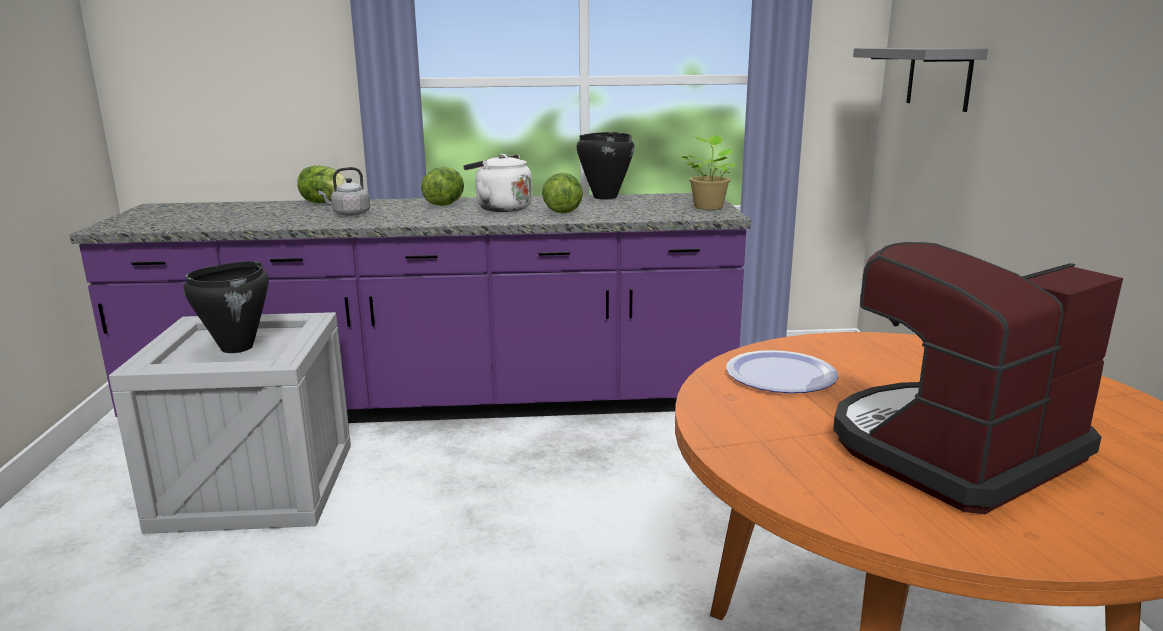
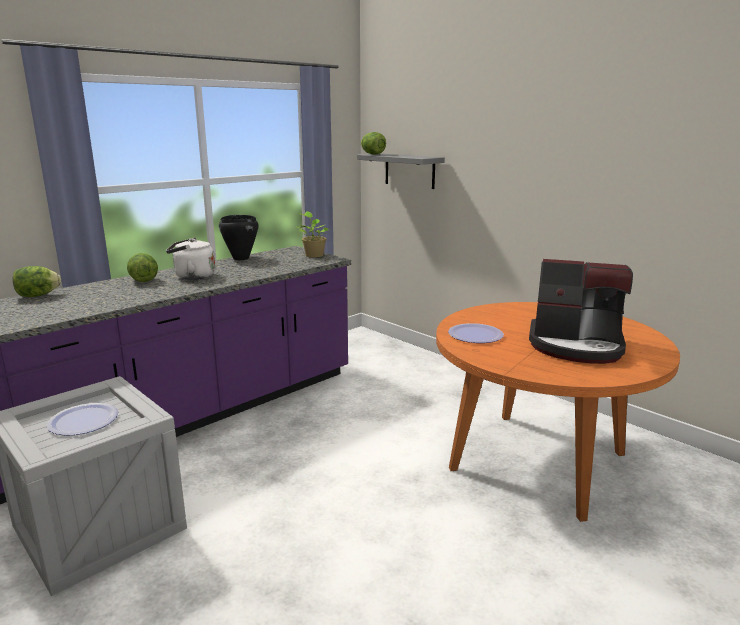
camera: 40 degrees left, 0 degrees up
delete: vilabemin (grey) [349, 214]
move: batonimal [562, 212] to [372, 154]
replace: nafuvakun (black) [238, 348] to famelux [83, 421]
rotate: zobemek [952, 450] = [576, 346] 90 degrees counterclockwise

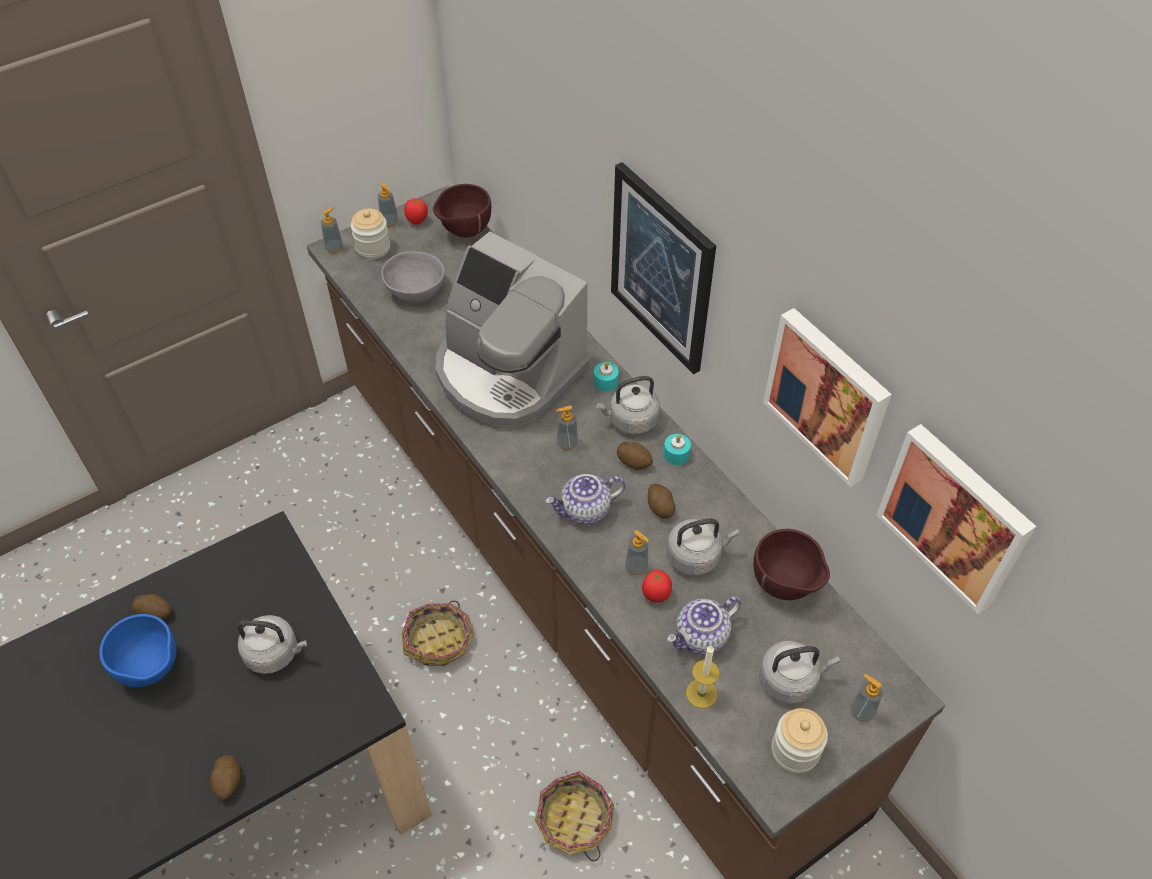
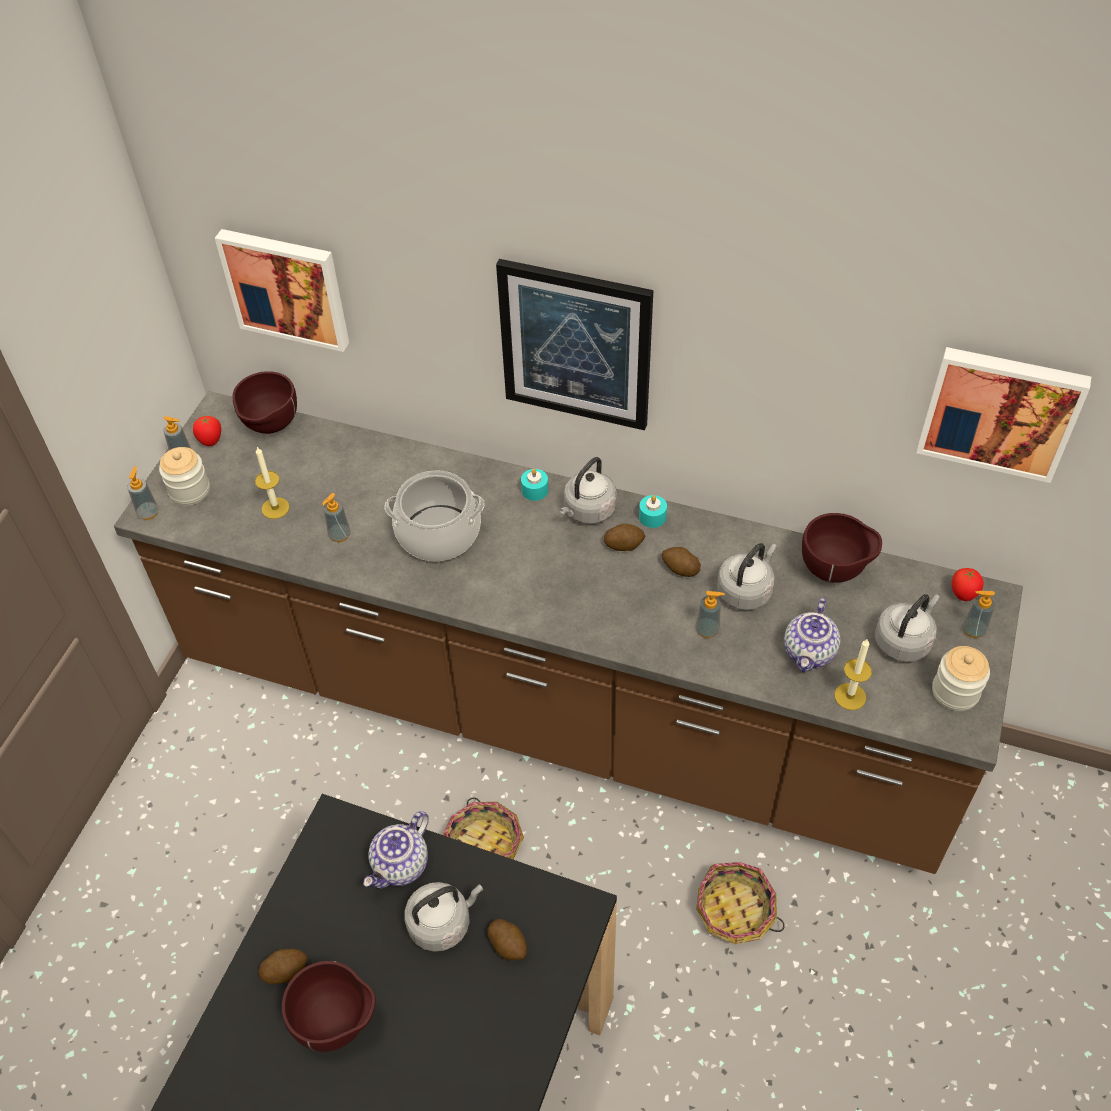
camera: 35 degrees left, 0 degrees up
move: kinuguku [828, 395] to [287, 287]; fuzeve [567, 443] to [339, 535]; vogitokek [585, 511] to [401, 865]; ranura [656, 595] to [963, 595]; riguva [228, 782] to [508, 945]
replace: zobemek [507, 373] to nafuvakun [438, 533]; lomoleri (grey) [415, 291] to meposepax [275, 508]
recolor: lomoleri (blue) [153, 671] to lomoleri (brown) [337, 1023]

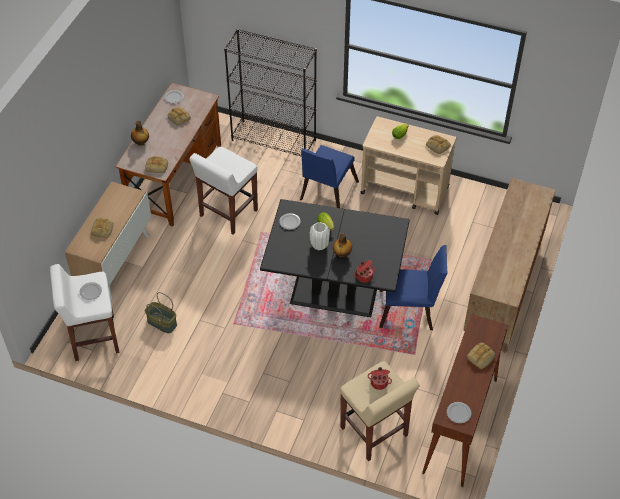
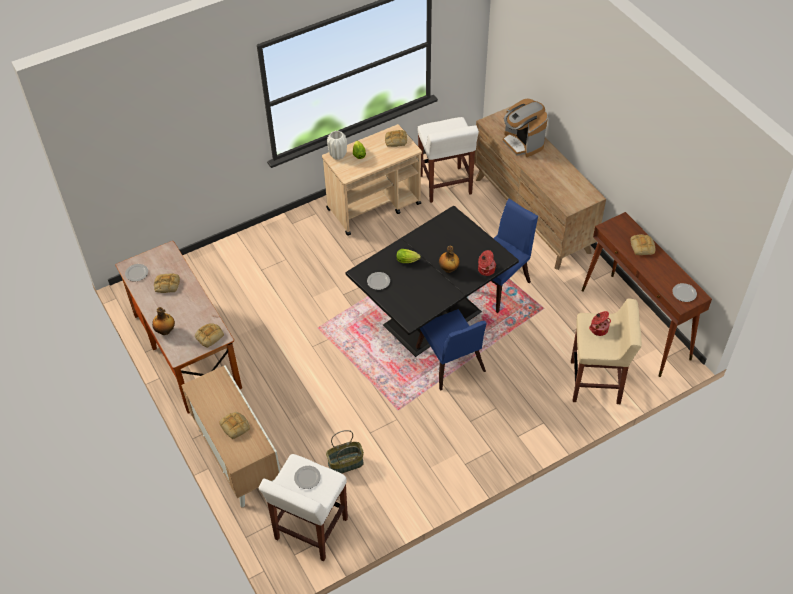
camera: 50 degrees left, 0 degrees up
delete: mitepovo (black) [274, 140]
insert: zobemek [523, 143]
move: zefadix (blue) [326, 193] to [451, 364]; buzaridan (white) [228, 213] to [445, 185]; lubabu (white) [319, 245] to [337, 155]

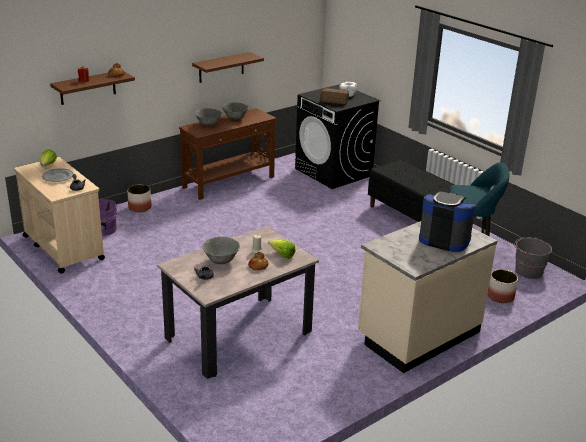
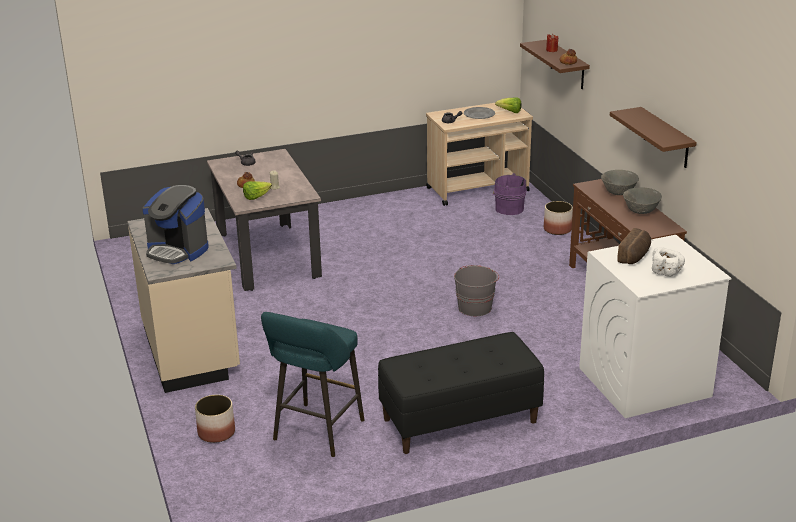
camera: 110 degrees right, 0 degrees up
delete: lomoleri (grey) [221, 260]
move: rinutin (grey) [528, 271] to [475, 307]
recolor: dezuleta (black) [334, 172] to dezuleta (white) [643, 382]
rotate: zobemek [444, 239] = [177, 250] 75 degrees clockwise

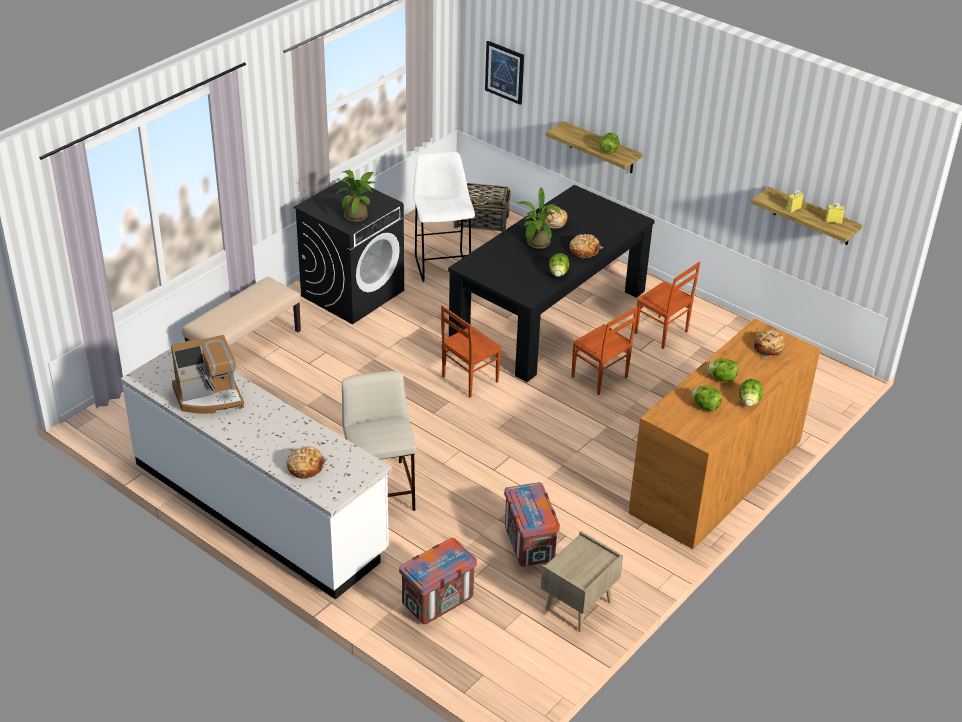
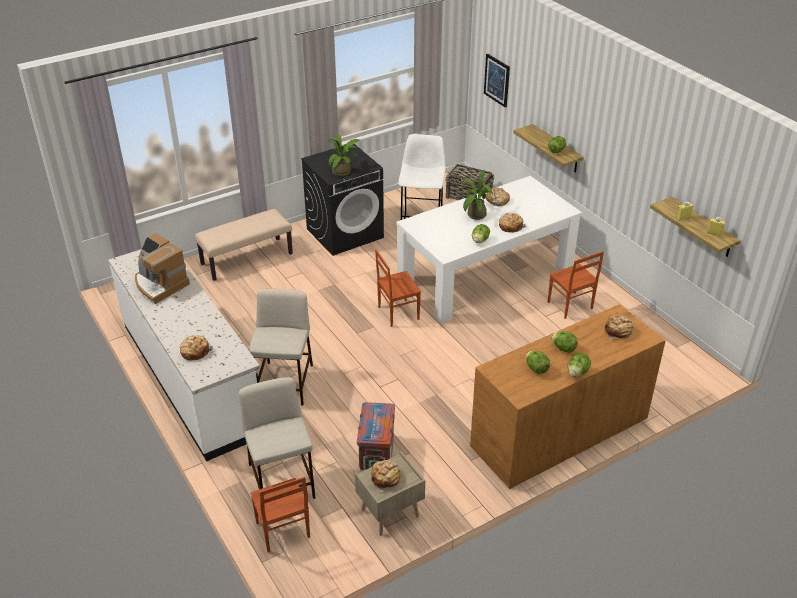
camera: 20 degrees right, 0 degrees up
insert: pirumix [386, 478]
move: zefadix (brown) [599, 378] to [282, 531]
replace: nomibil [438, 601] to buzaridan (beige) [282, 481]
recolor: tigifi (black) [549, 315] to tigifi (white) [485, 275]
rotate: zobemek [209, 396] = [160, 284] 45 degrees clockwise

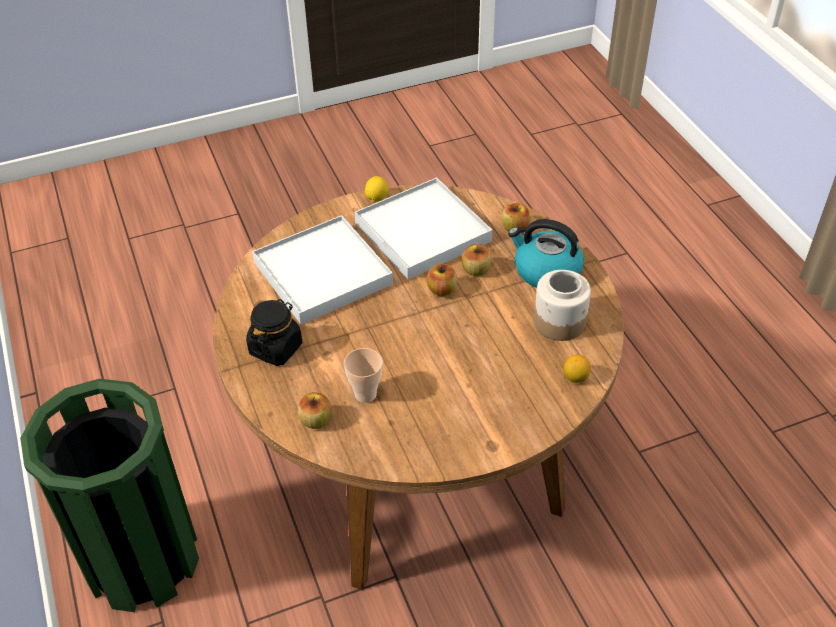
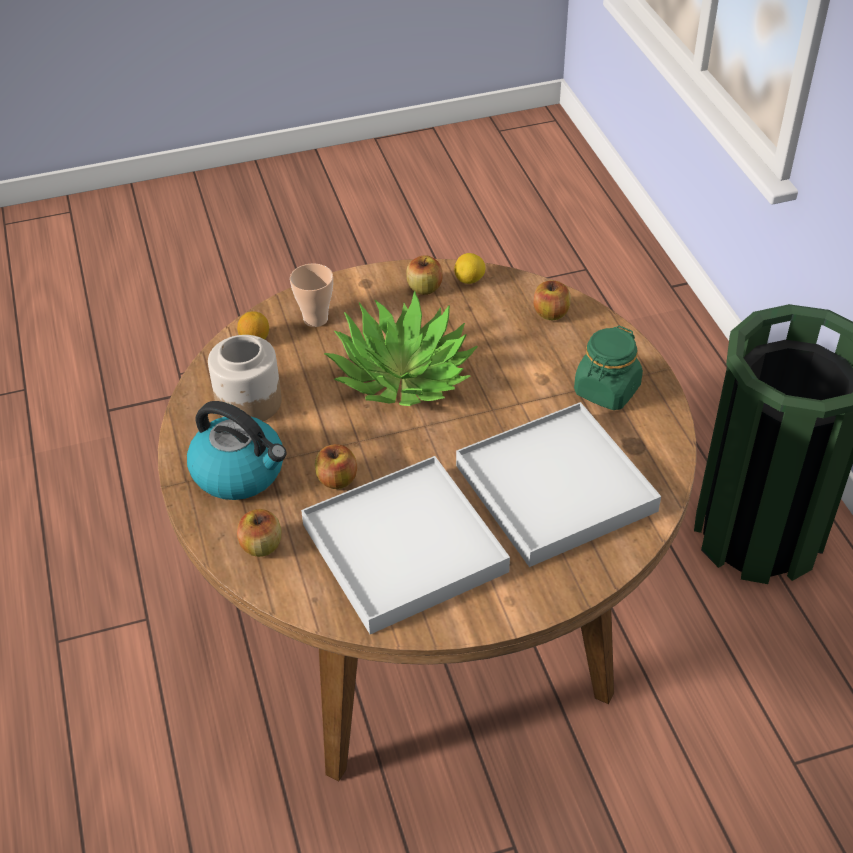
camera: 175 degrees left, 0 degrees up
insert: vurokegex [403, 375]
move: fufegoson [376, 198] to [470, 280]; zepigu [442, 290] to [424, 288]; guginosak [365, 394] to [315, 319]
recolor: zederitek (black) [276, 348] to zederitek (green) [606, 390]

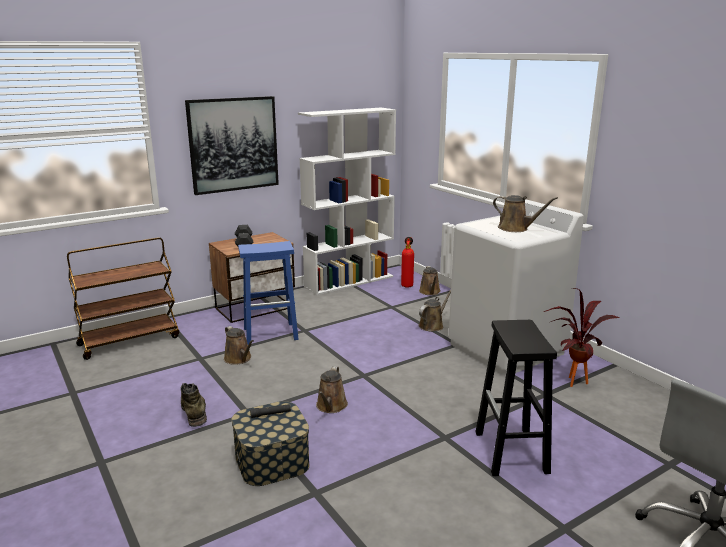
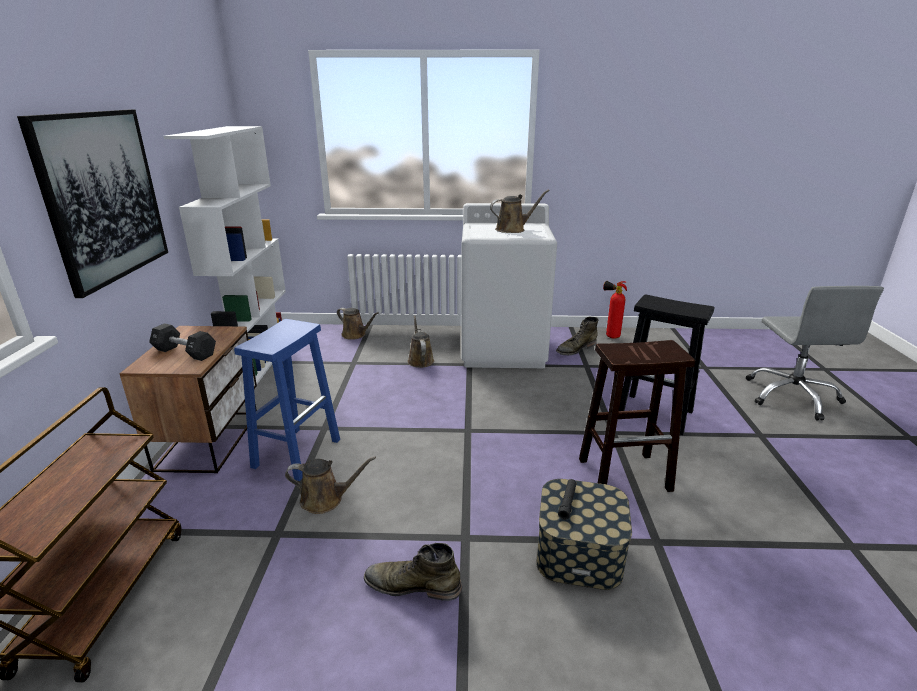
camera: 55 degrees left, 5 degrees up
delete: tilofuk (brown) [331, 406]
insert: buzaridan (brown) [625, 474]
move: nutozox [407, 285] to [609, 336]
replace: vurokegex [571, 379] to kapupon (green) [575, 348]

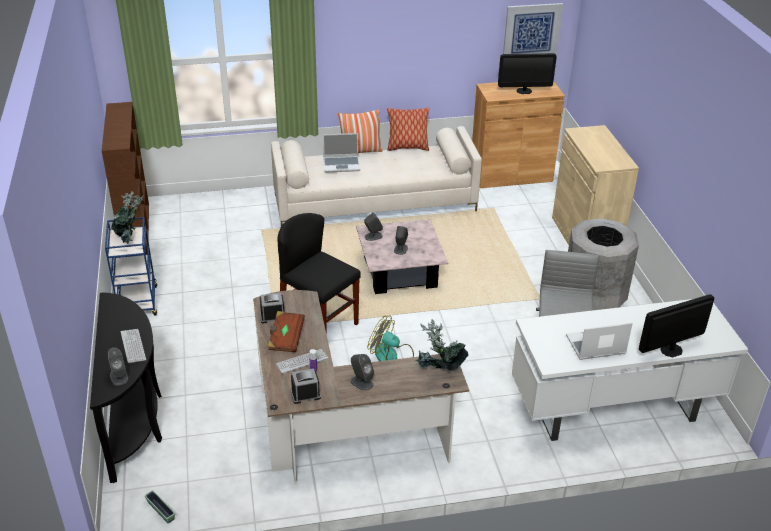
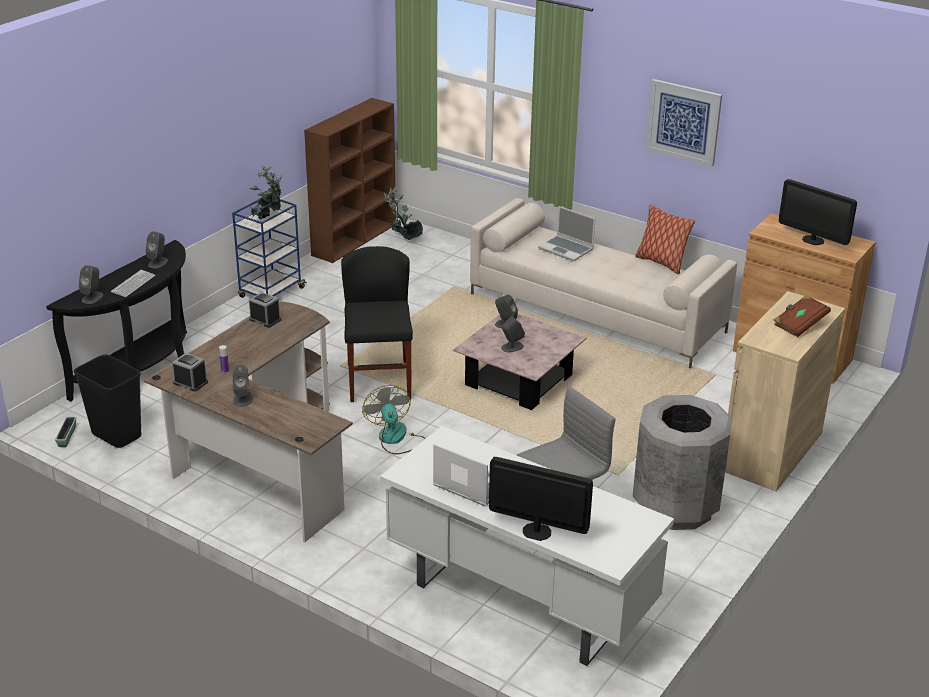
camera: 45 degrees right, 5 degrees down
delete: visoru [360, 151]; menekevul [302, 362]
insert: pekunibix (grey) [158, 262]; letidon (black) [115, 435]
move: kinuguku [532, 32] to [683, 122]; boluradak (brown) [286, 339] to [799, 324]; vurokegex [439, 372] to [404, 240]

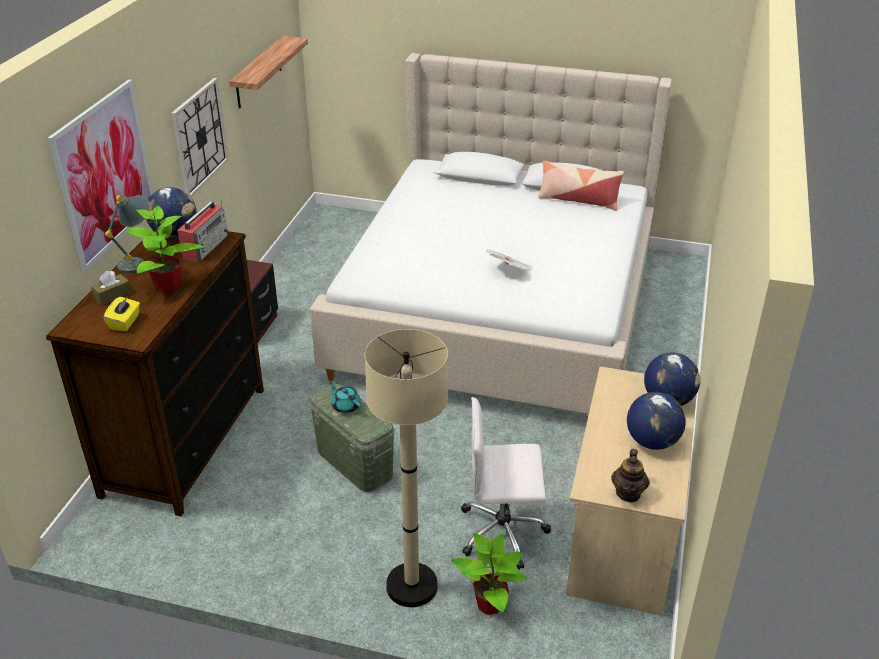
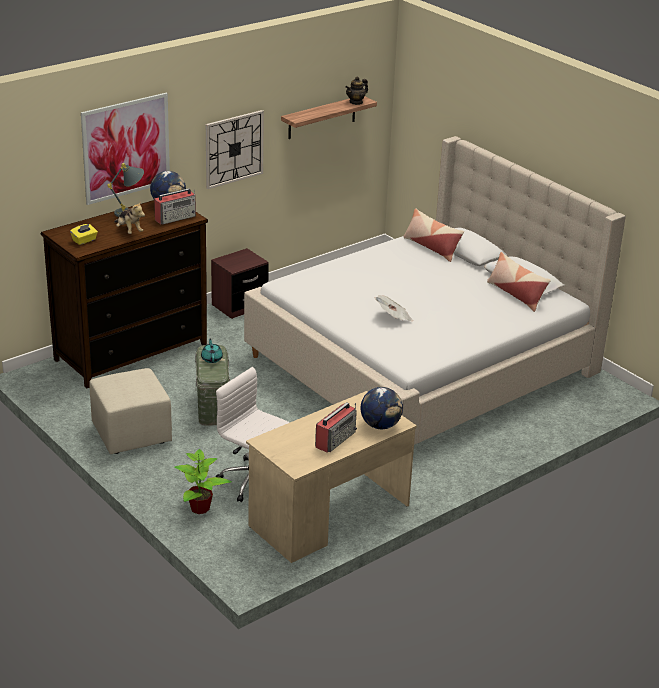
camera: 35 degrees right, 5 degrees down
delete: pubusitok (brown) [112, 295]; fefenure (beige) [411, 586]
insert: visoru [431, 247]; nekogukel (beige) [130, 433]
move: vogitokek [628, 493] to [356, 102]
replace: vurokegex [168, 286] to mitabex [129, 231]; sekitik [652, 441] to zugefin [336, 439]

